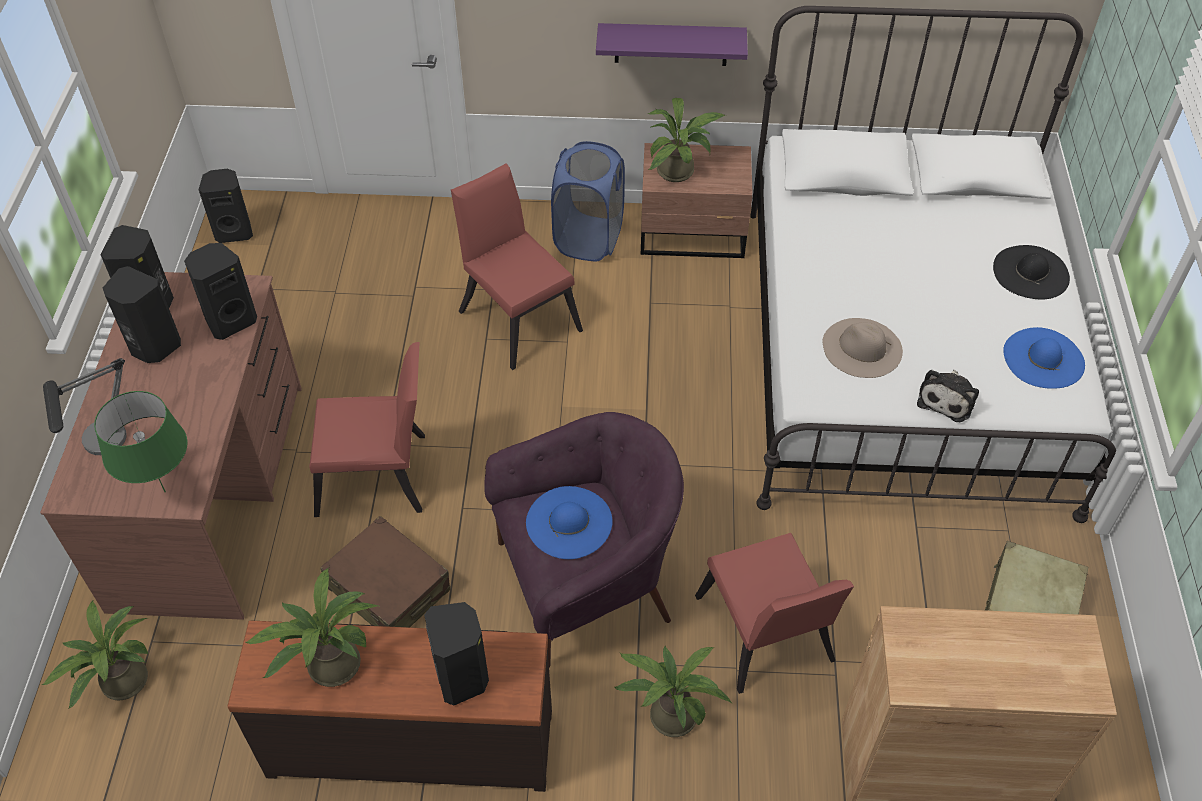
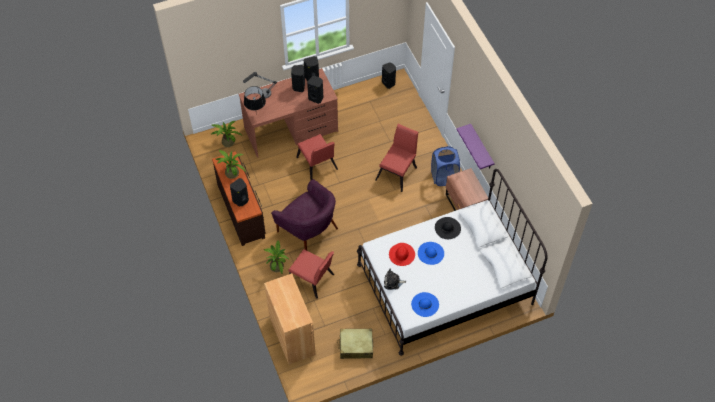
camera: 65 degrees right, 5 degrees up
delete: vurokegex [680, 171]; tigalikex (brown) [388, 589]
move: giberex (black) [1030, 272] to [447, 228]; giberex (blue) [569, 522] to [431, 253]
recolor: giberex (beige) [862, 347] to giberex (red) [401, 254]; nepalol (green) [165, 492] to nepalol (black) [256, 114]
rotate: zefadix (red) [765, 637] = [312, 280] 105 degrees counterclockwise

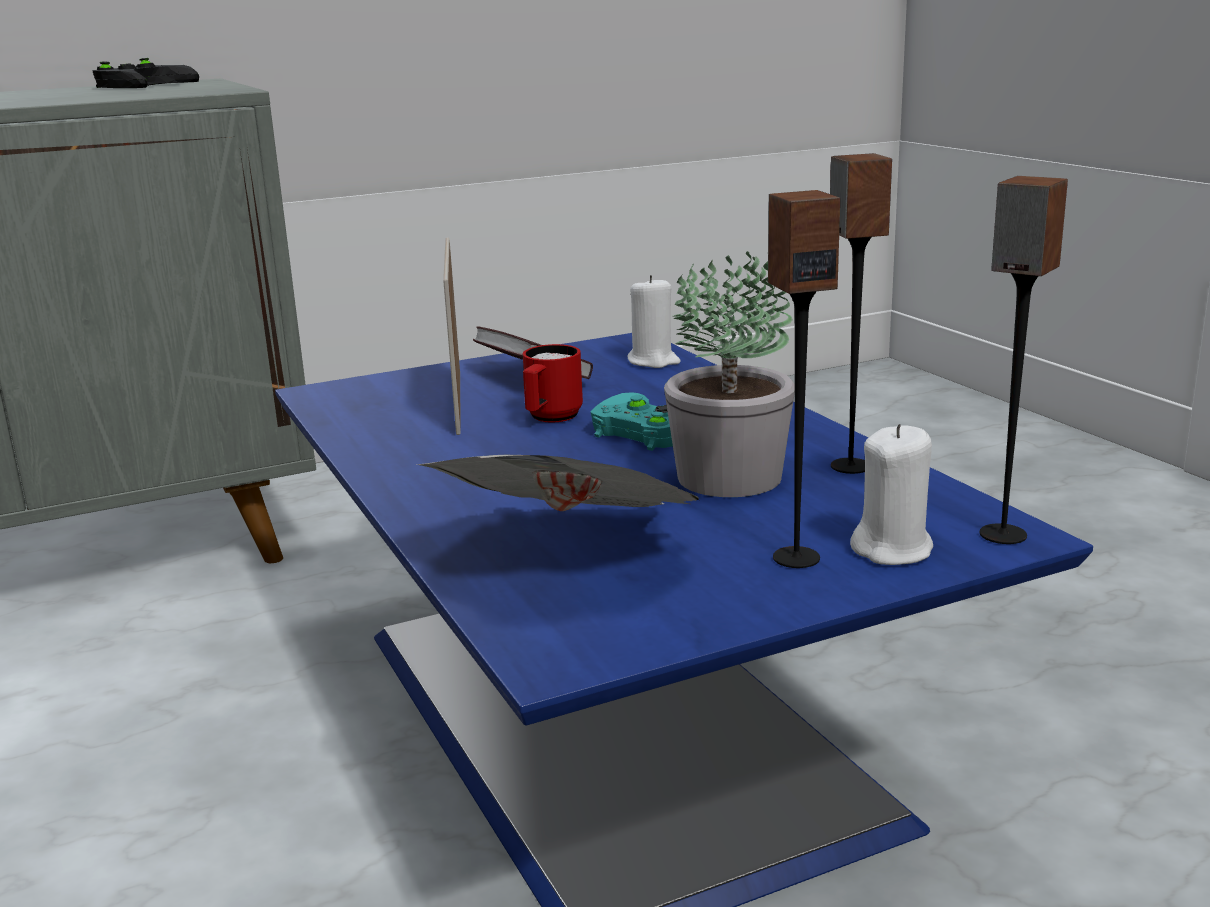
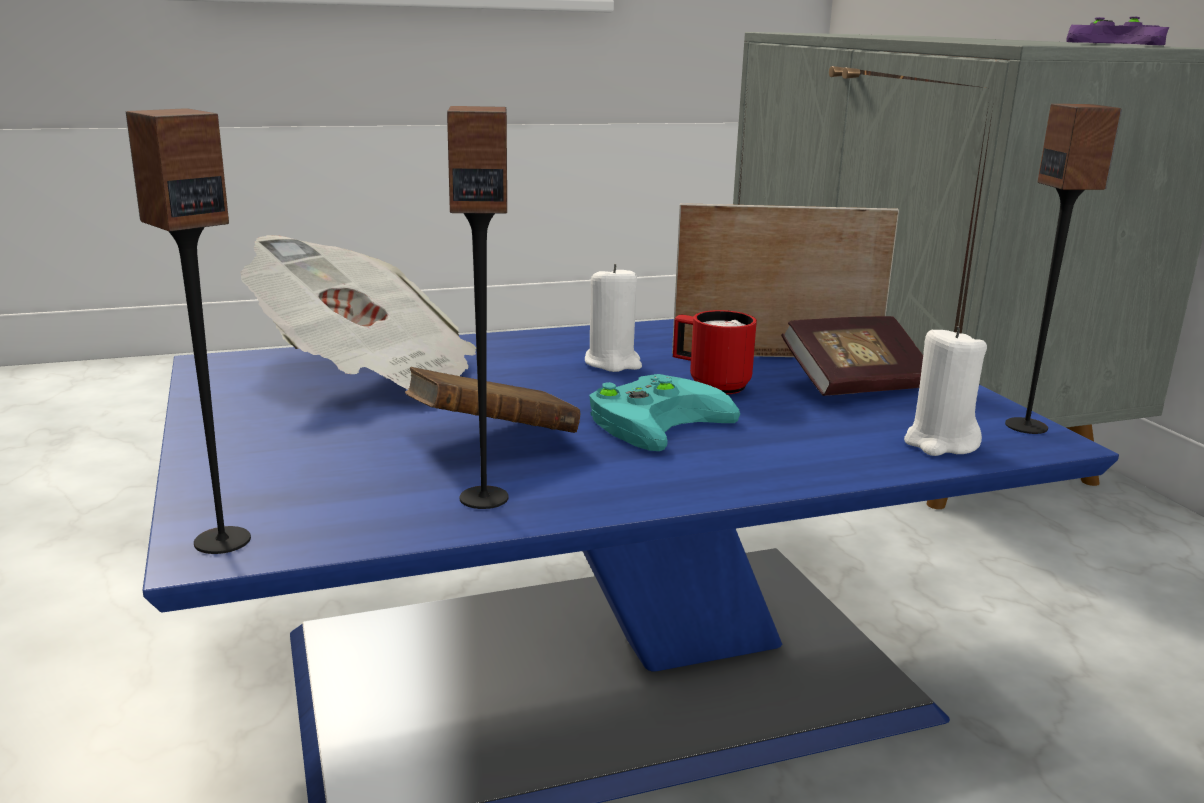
camera: 95 degrees right, 0 degrees up
move: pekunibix [796, 557] to [1027, 426]; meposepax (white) [893, 550] to [613, 362]
replace: vurokegex [732, 477] to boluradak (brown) [492, 440]
recolor: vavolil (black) [144, 85] to vavolil (purple) [1120, 44]

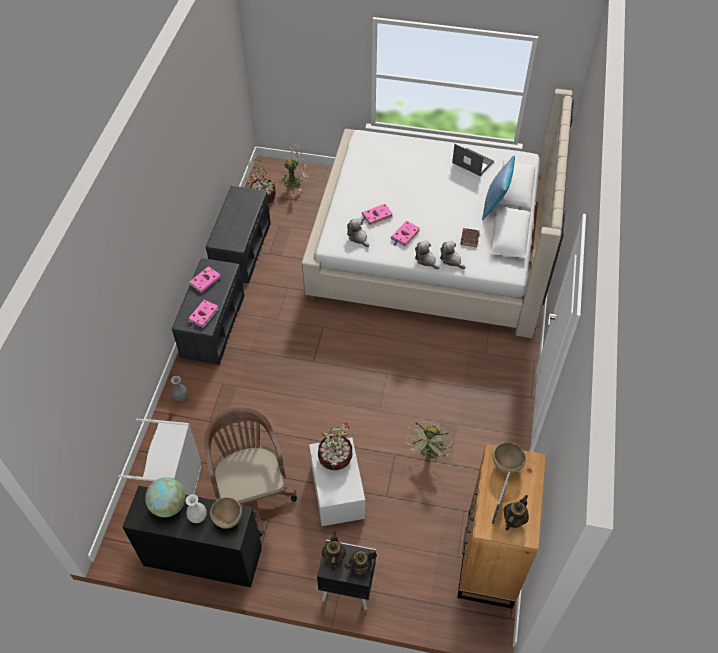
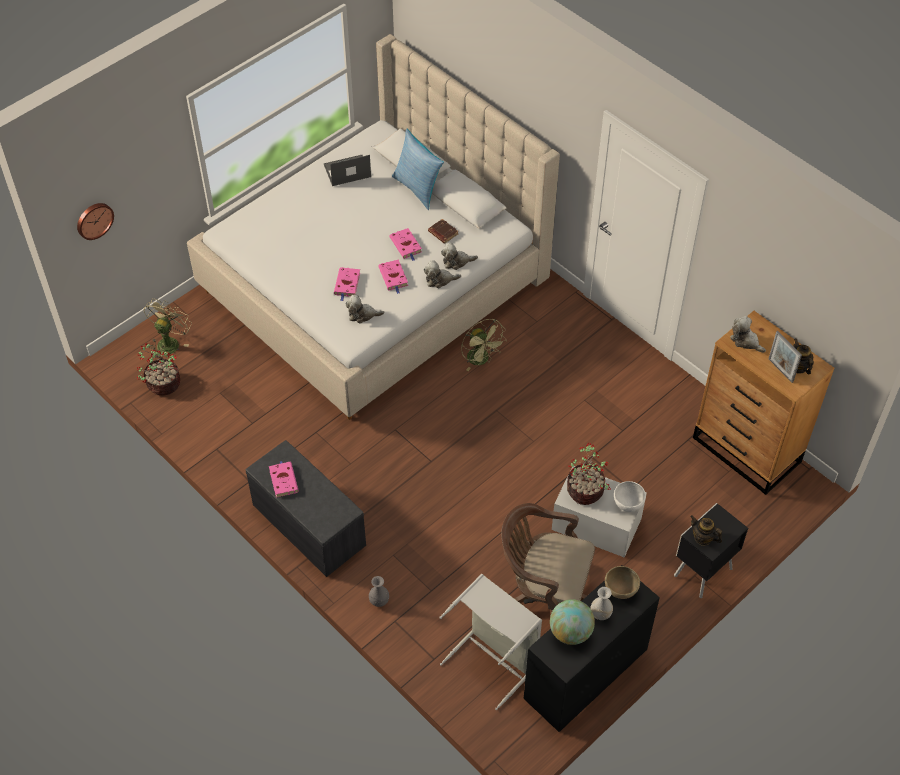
camera: 55 degrees left, 0 degrees up
delete: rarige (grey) [241, 249]; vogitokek [360, 567]
insert: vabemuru [94, 220]; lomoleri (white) [627, 504]
move: boluradak (pink) [203, 315] to [406, 246]; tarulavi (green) [429, 453] to [481, 360]
replace: lomoleri (brown) [506, 465] to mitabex [745, 341]

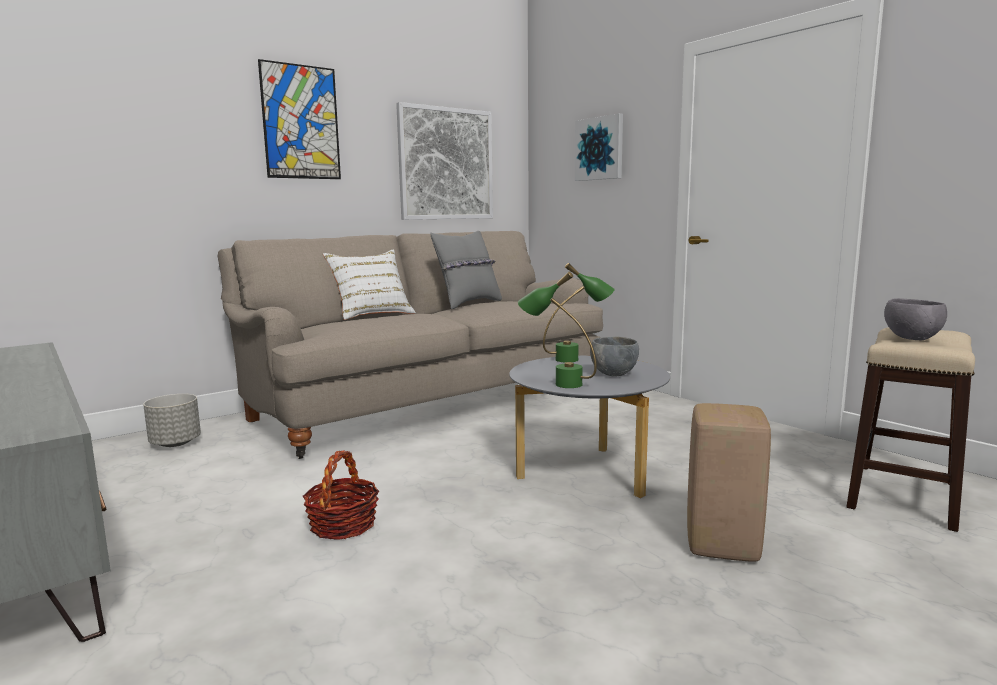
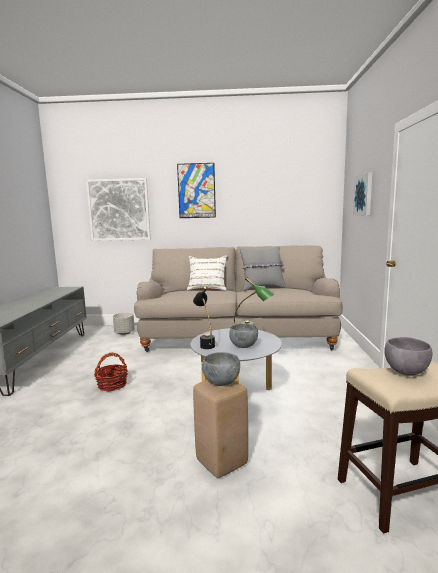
camera: 40 degrees right, 0 degrees up
insert: lomoleri (grey) [221, 382]
move: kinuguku [446, 164] to [119, 210]
recolor: nepalol (green) [556, 383] to nepalol (black) [205, 344]

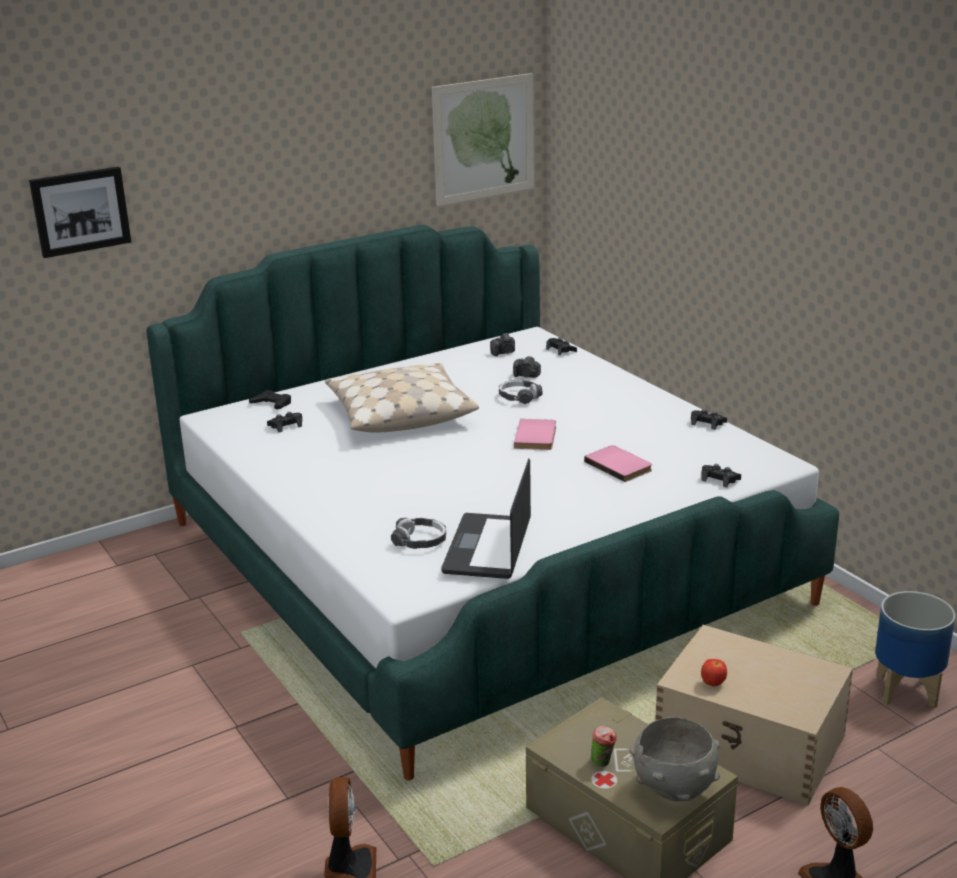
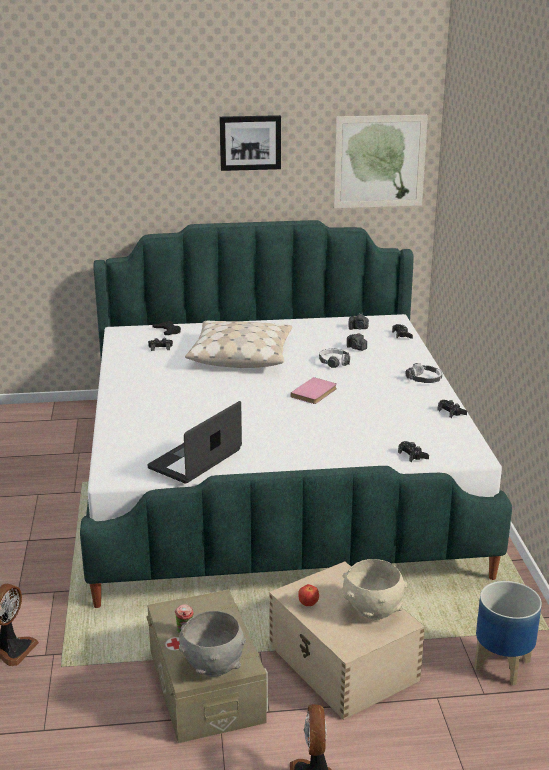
camera: 25 degrees right, 0 degrees up
delete: boluradak (pink) [620, 465]
insert: lomoleri (beige) [372, 611]
move: kinuguku [80, 211] to [250, 142]; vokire [420, 541] to [424, 379]

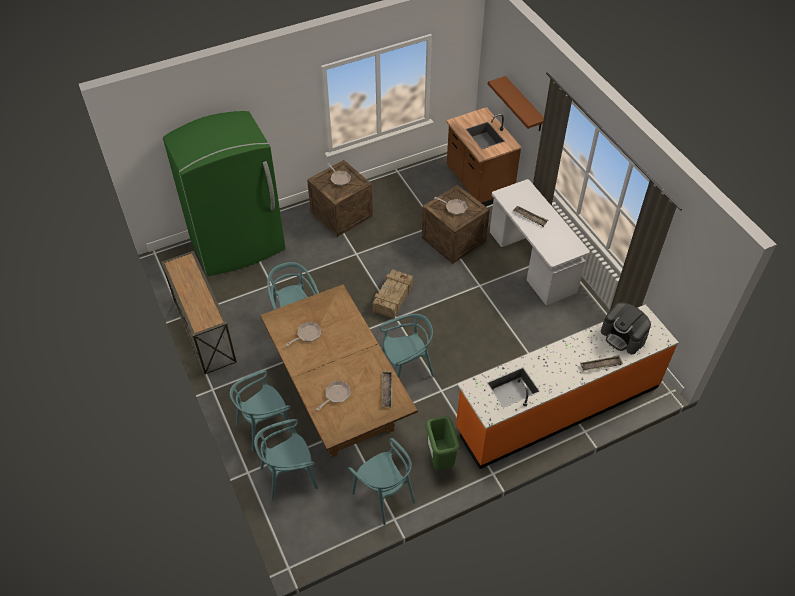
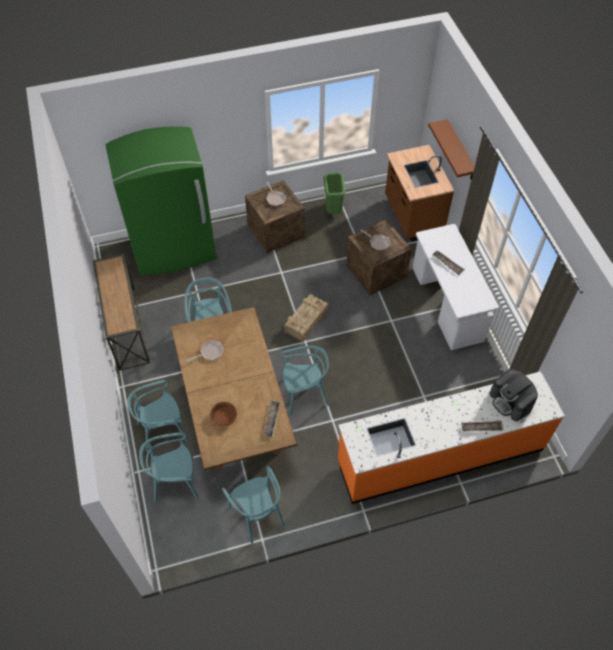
camera: 10 degrees right, 5 degrees up
move: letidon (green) [440, 459] to [333, 210]
replace: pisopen [336, 395] to lomoleri (brown) [223, 417]

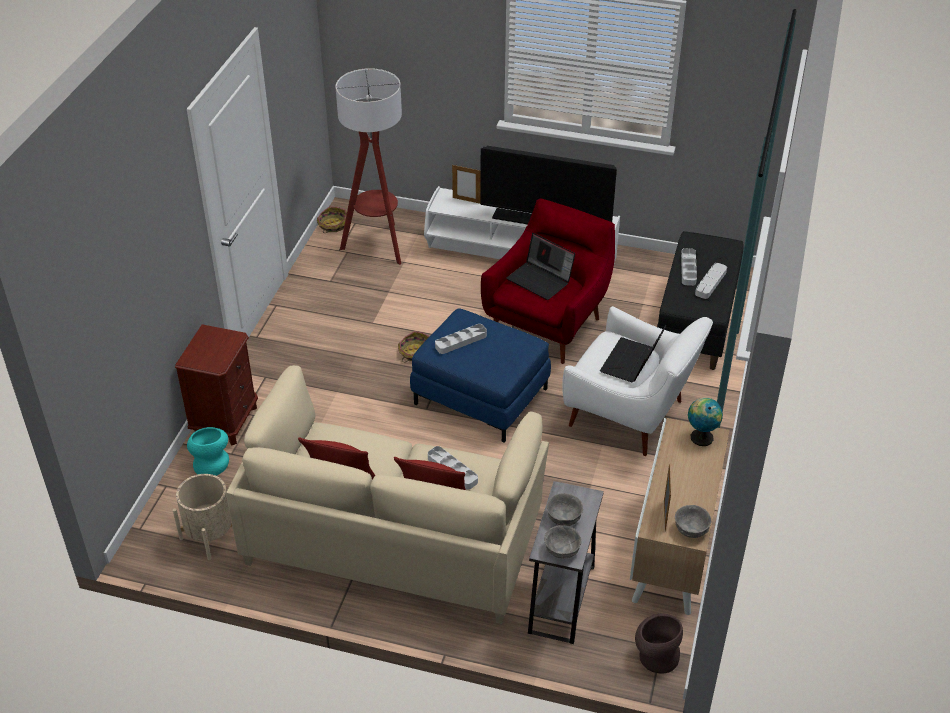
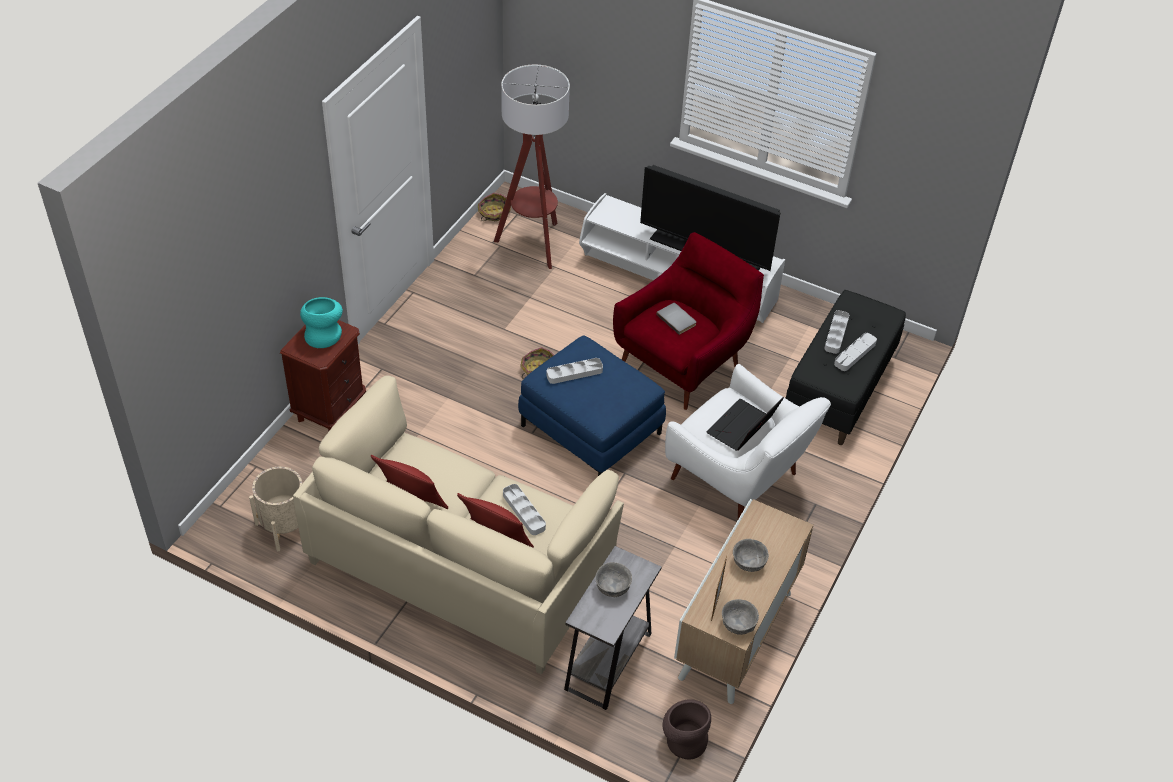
camera: 10 degrees right, 5 degrees up
delete: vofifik [466, 200]; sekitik [701, 436]
move: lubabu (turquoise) [211, 463] to [323, 334]; lomoleri (grey) [562, 550] to [748, 562]
replace: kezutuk [541, 280] to boluradak (grey) [677, 319]

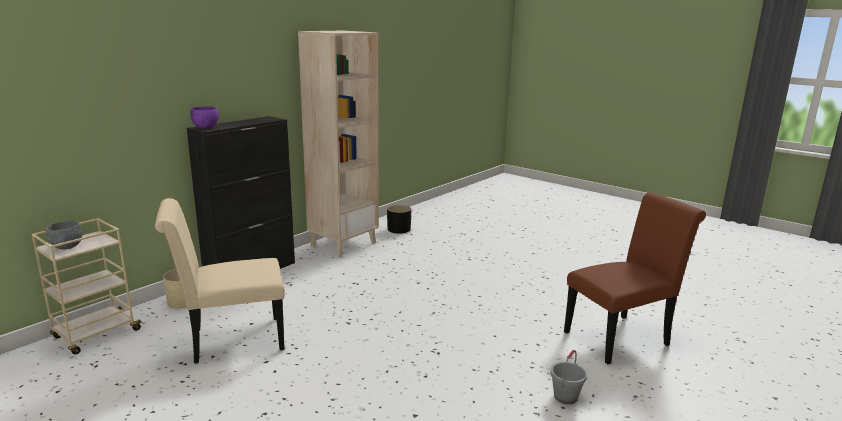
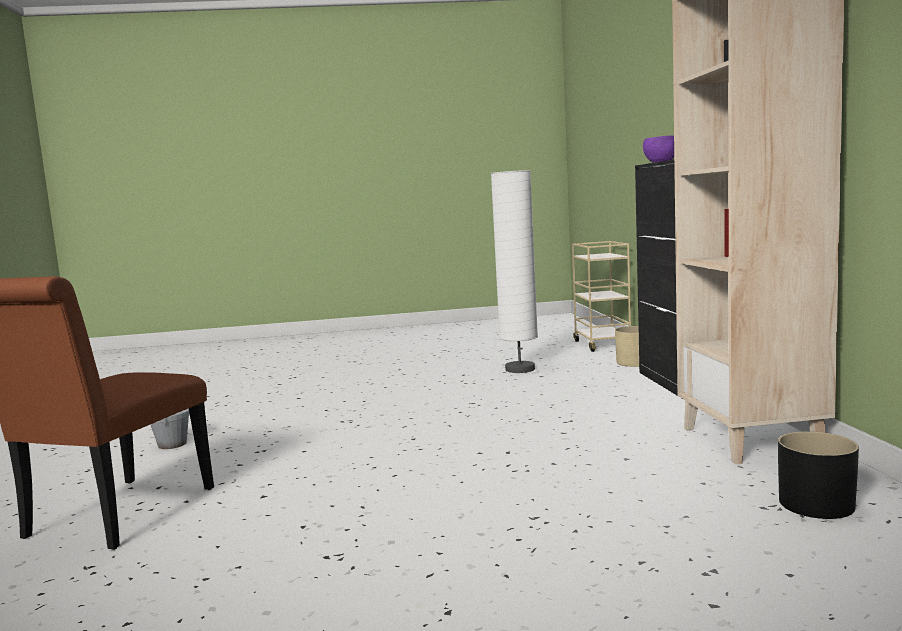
camera: 135 degrees right, 10 degrees down
delete: lomoleri (grey) [66, 247]
replace: zefadix (beige) [230, 340] to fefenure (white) [520, 369]

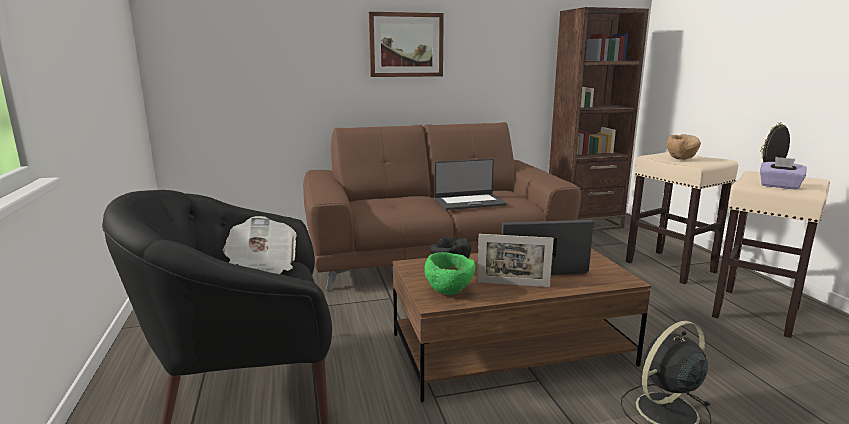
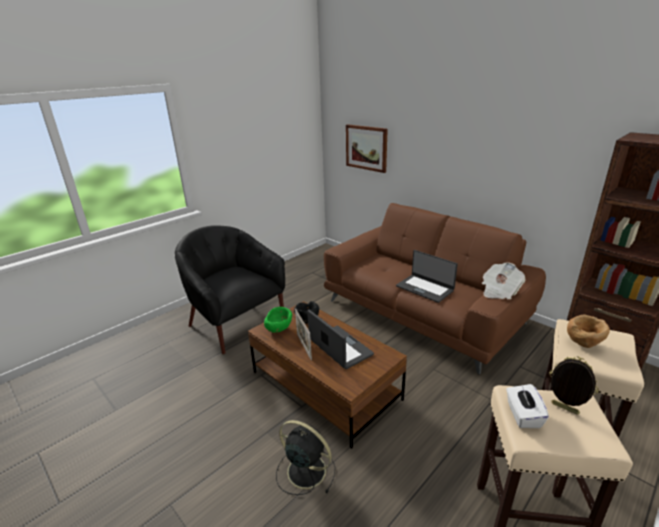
camera: 60 degrees right, 10 degrees up
move: kinuguku [406, 45] to [366, 148]; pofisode [262, 267] to [499, 291]
recolor: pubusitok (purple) [779, 186] to pubusitok (white) [522, 415]

